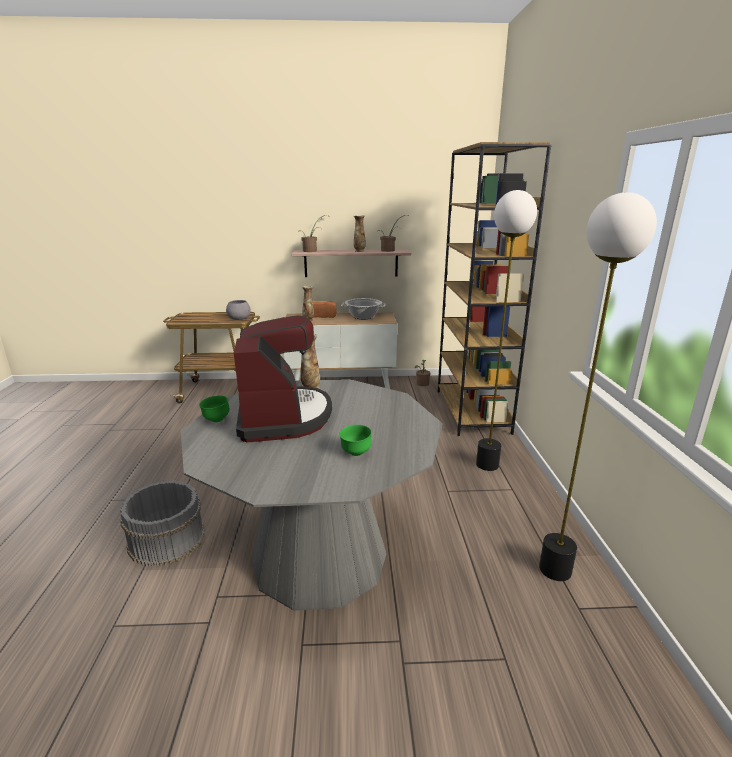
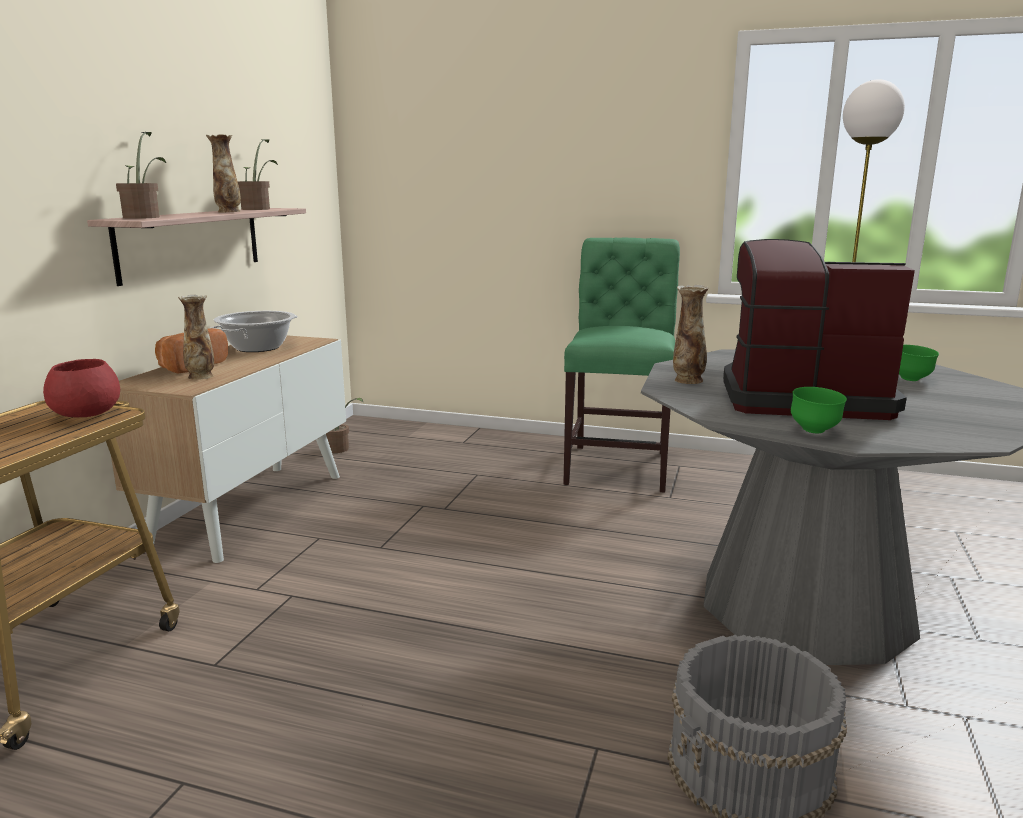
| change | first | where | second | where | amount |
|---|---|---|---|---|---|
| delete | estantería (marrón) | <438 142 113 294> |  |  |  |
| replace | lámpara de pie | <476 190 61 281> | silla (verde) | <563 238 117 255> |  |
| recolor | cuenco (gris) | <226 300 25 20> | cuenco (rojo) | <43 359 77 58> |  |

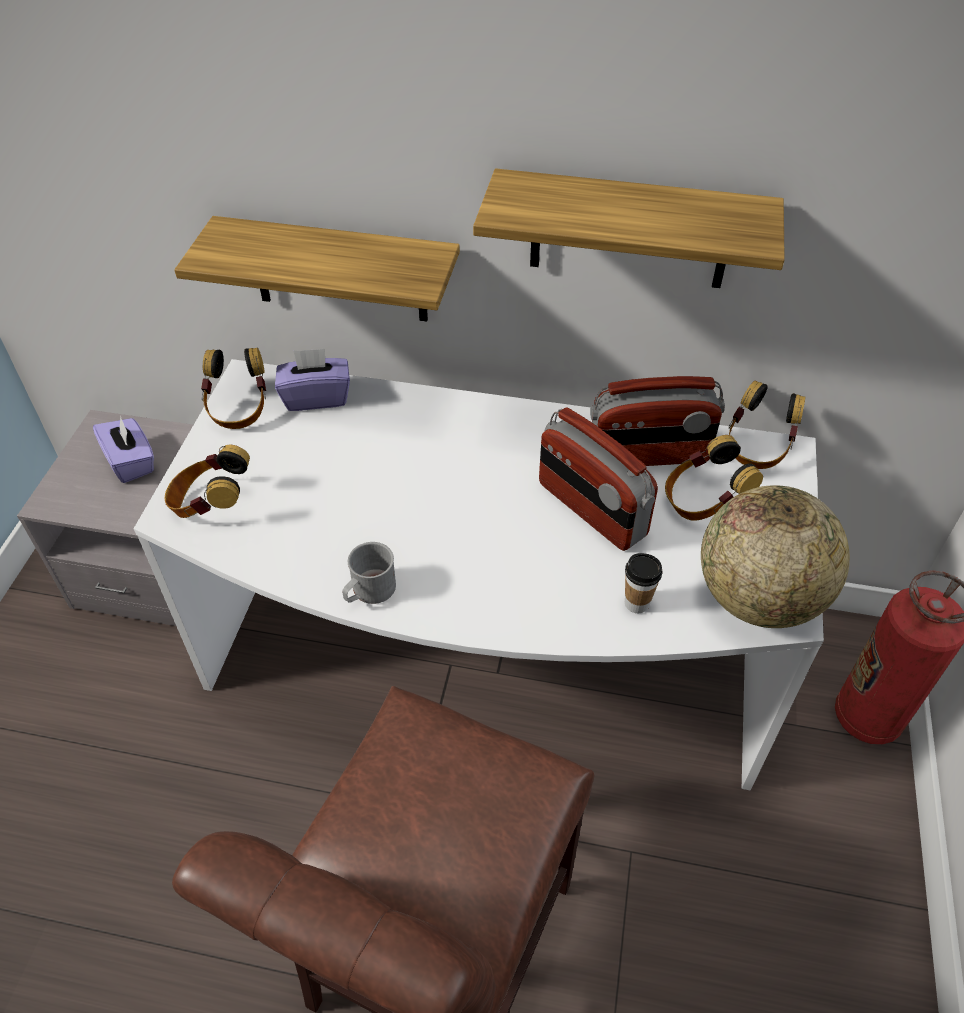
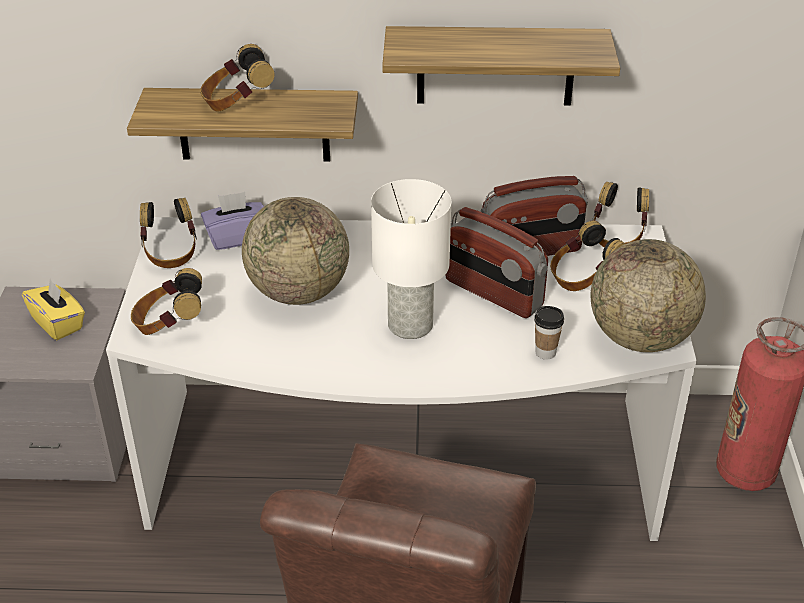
| change | first | where | second | where | amount |
|---|---|---|---|---|---|
| recolor | caja de pañuelos (morado) | <93 416 61 67> | caja de pañuelos (amarillo) | <22 279 63 61> |  |
| delete | taza grande (gris) | <342 542 54 62> |  |  |  |
| insert |  |  | auriculares | <200 44 75 67> |  |
| insert |  |  | lámpara de mesa (blanco) | <371 179 80 160> |  |
| insert |  |  | globo terráqueo | <242 197 107 108> |  |

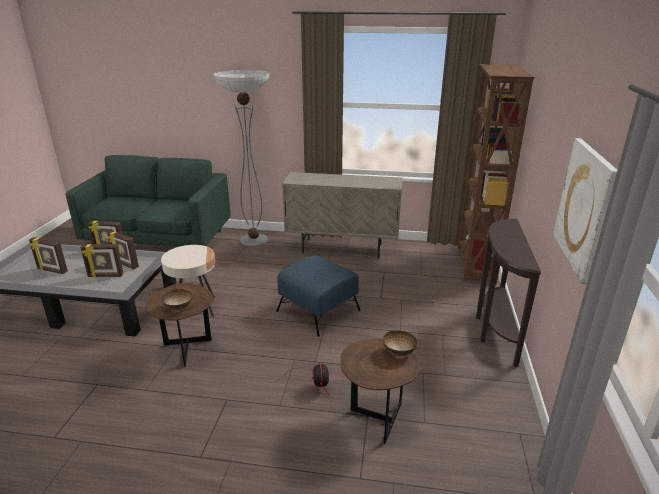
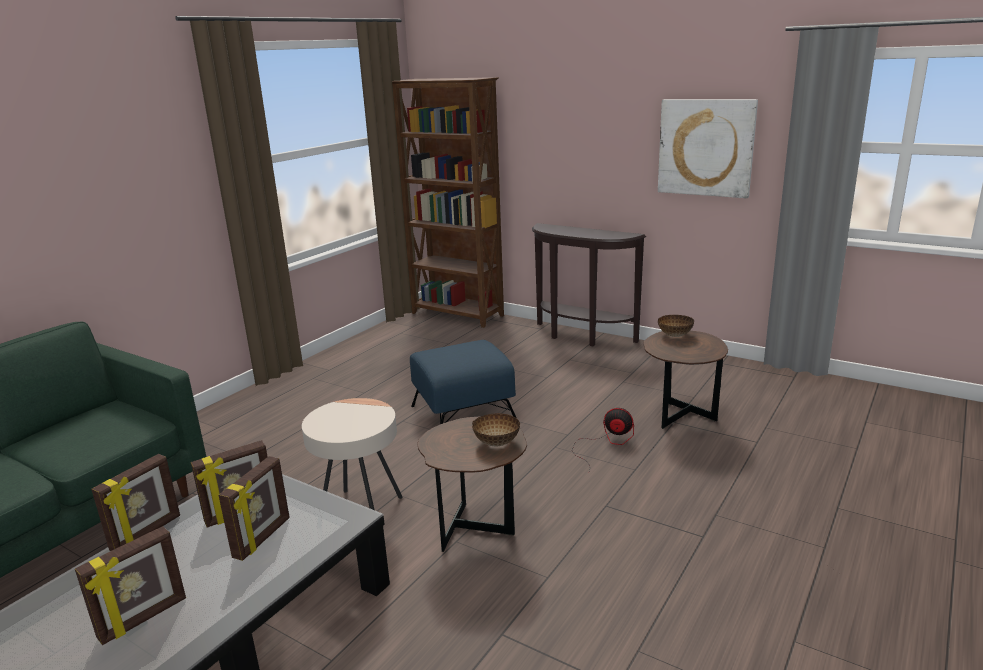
| change | first | where | second | where | amount |
|---|---|---|---|---|---|
| delete | lámpara de pie | <213 70 56 177> |  |  |  |
| delete | armario (beis) | <282 172 121 87> |  |  |  |

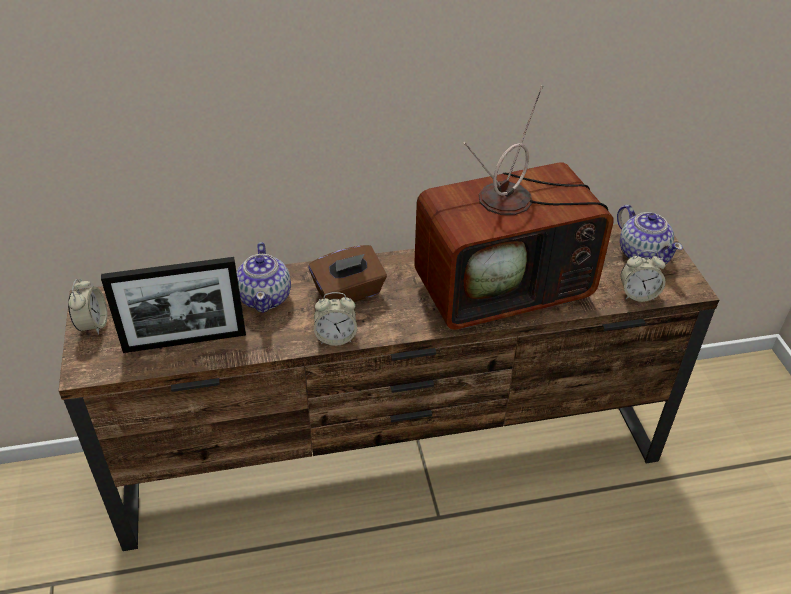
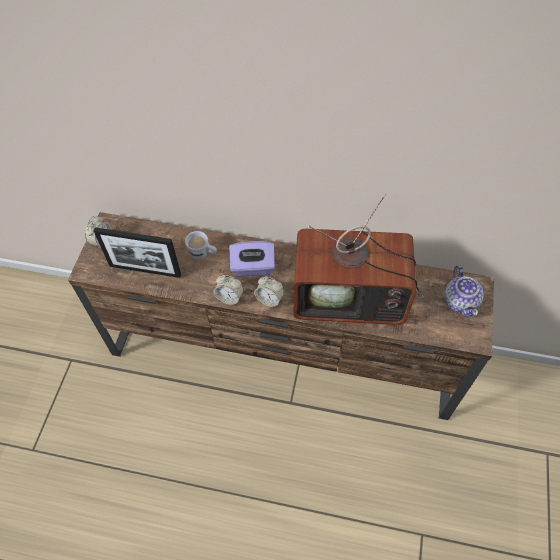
| change | first | where | second | where | amount |
|---|---|---|---|---|---|
| replace | tetera | <237 242 54 71> | taza grande (blanco) | <185 231 32 28> |  |
| recolor | caja de pañuelos (marrón) | <309 245 78 57> | caja de pañuelos (morado) | <229 241 46 36> |  |
| move | despertador | <620 250 46 52> |  | <254 276 30 31> |  |

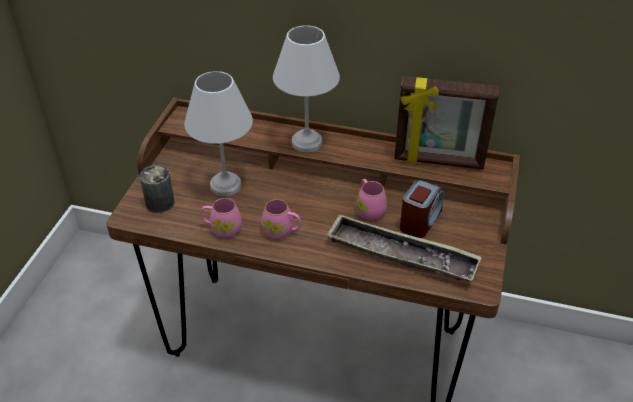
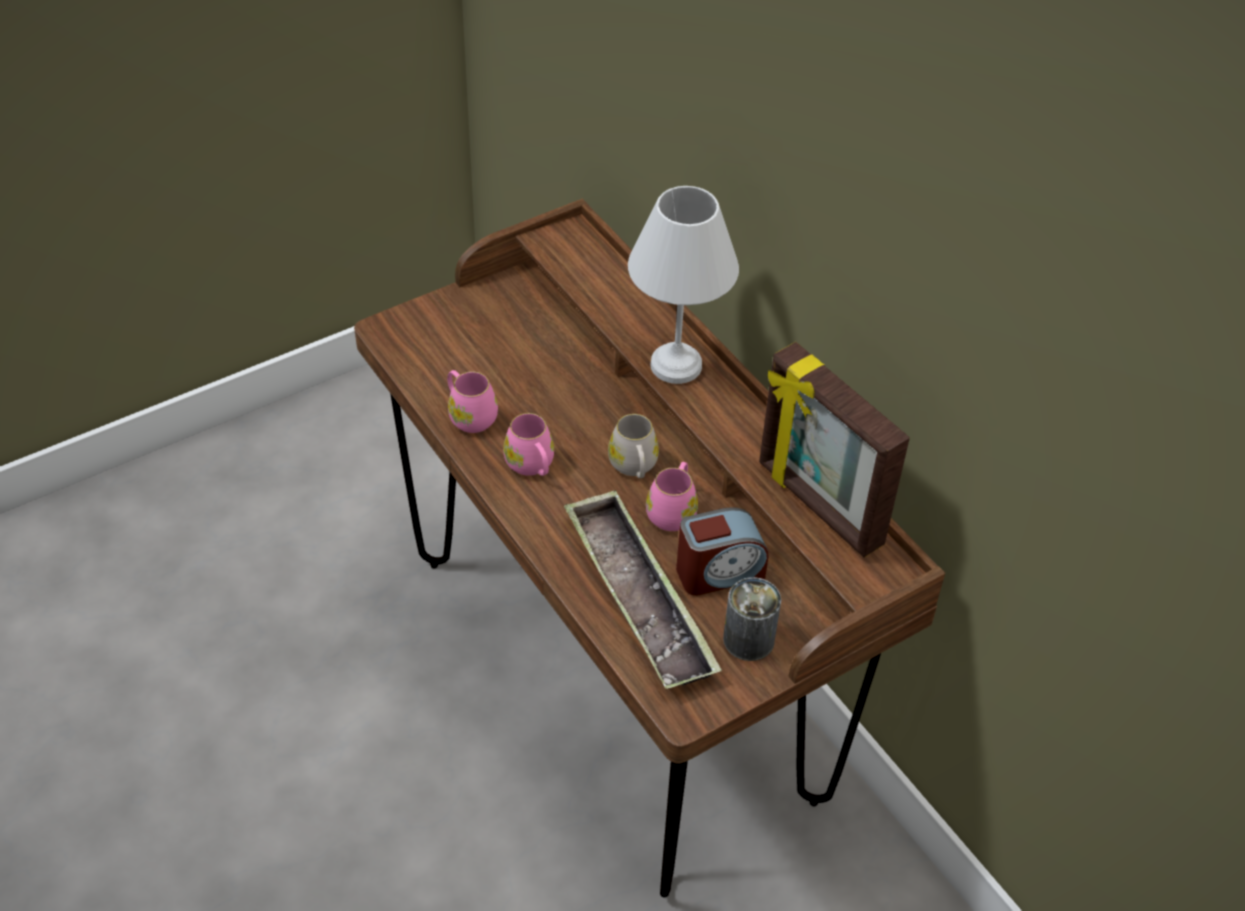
| change | first | where | second | where | amount |
|---|---|---|---|---|---|
| delete | lámpara de mesa (blanco) | <184 71 69 125> |  |  |  |
| move | lata | <140 165 35 48> |  | <723 577 58 84> |  |
| insert |  |  | taza grande (blanco) | <608 414 51 64> |  |

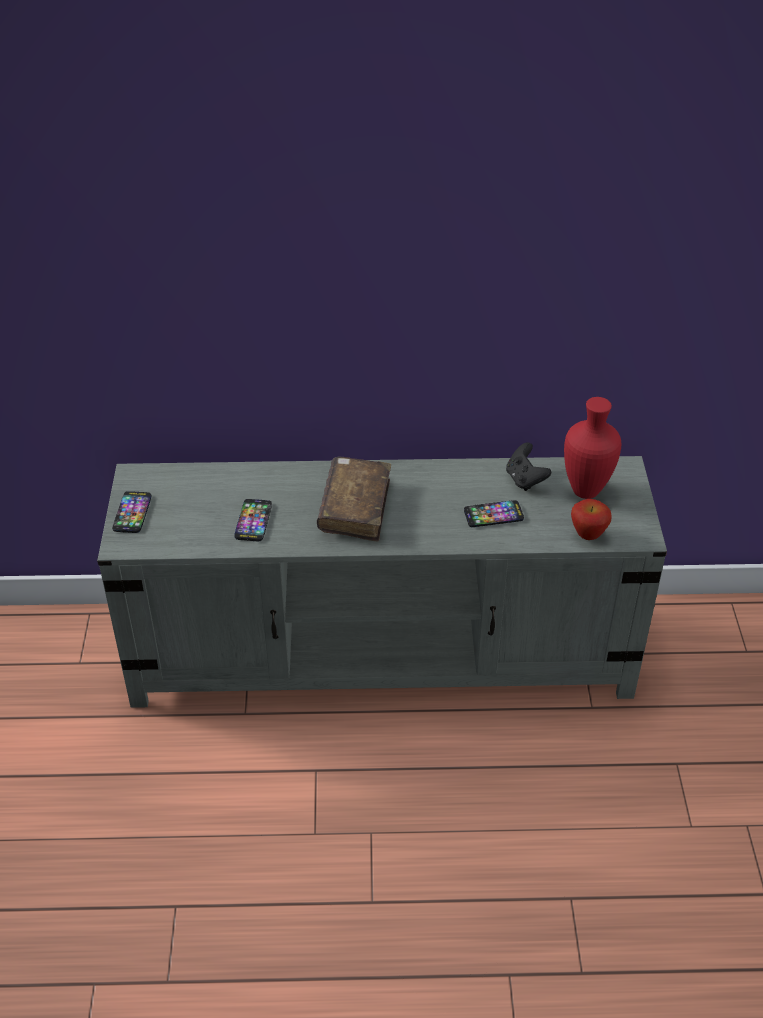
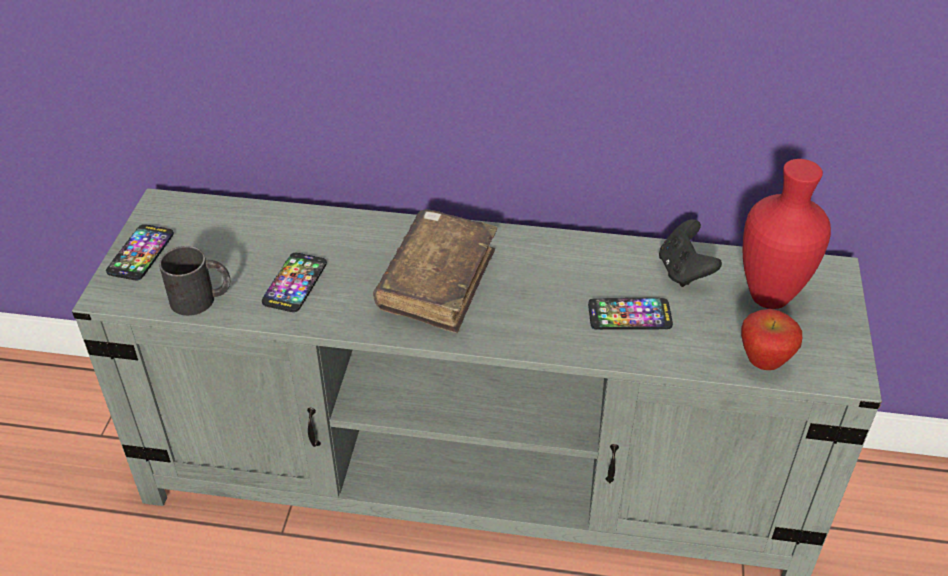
| change | first | where | second | where | amount |
|---|---|---|---|---|---|
| insert |  |  | taza grande (negro) | <159 246 71 70> |  |

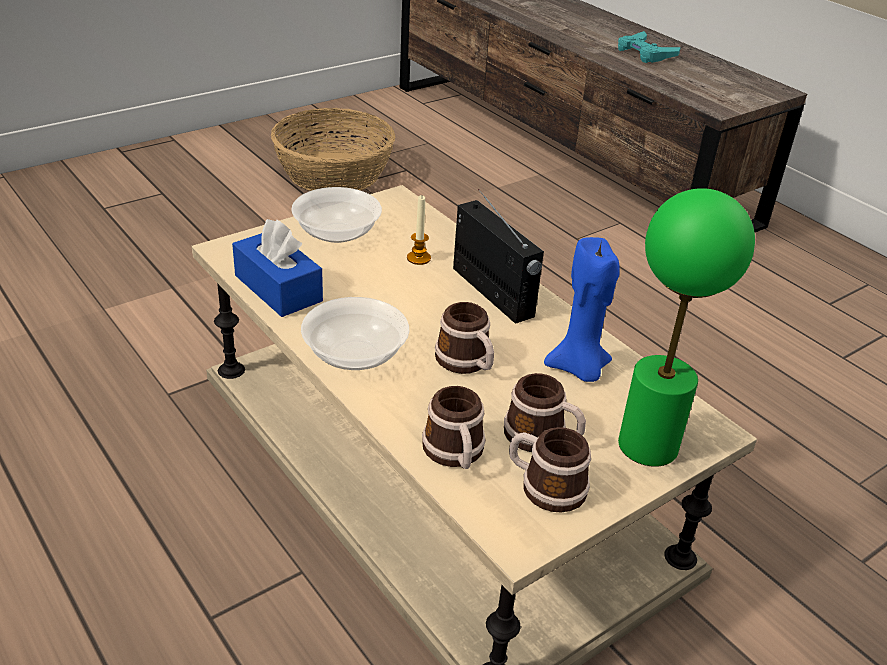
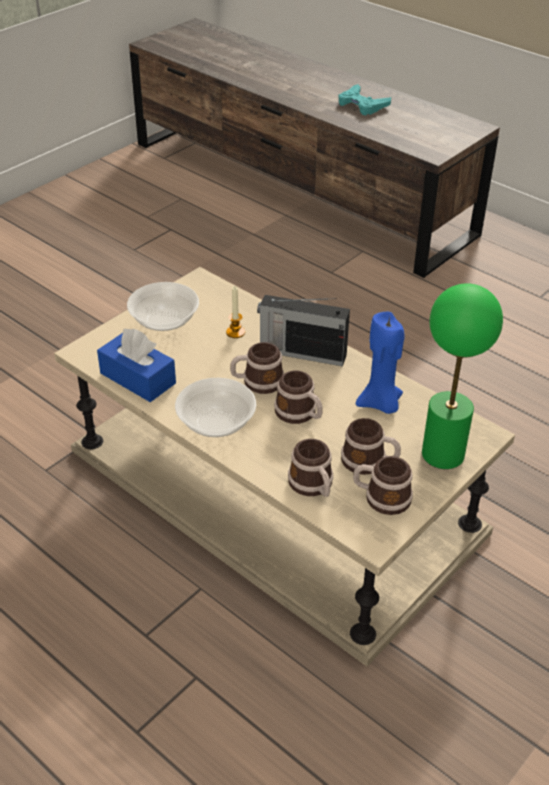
| change | first | where | second | where | amount |
|---|---|---|---|---|---|
| delete | cesta | <271 108 125 83> |  |  |  |
| rotate | radio | <453 189 91 135> |  | <257 295 93 72> | 150 degrees clockwise |
| insert |  |  | taza grande | <230 342 54 52> |  |

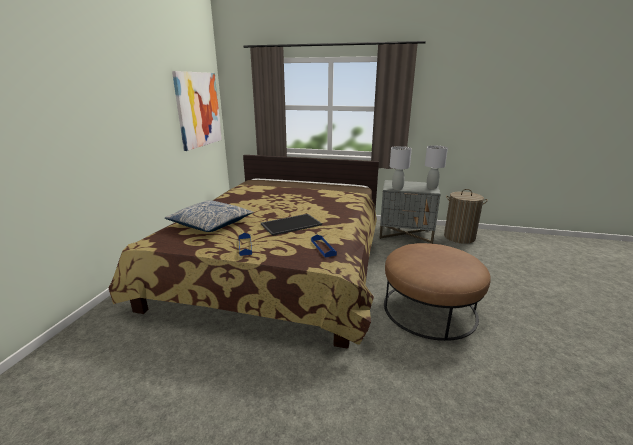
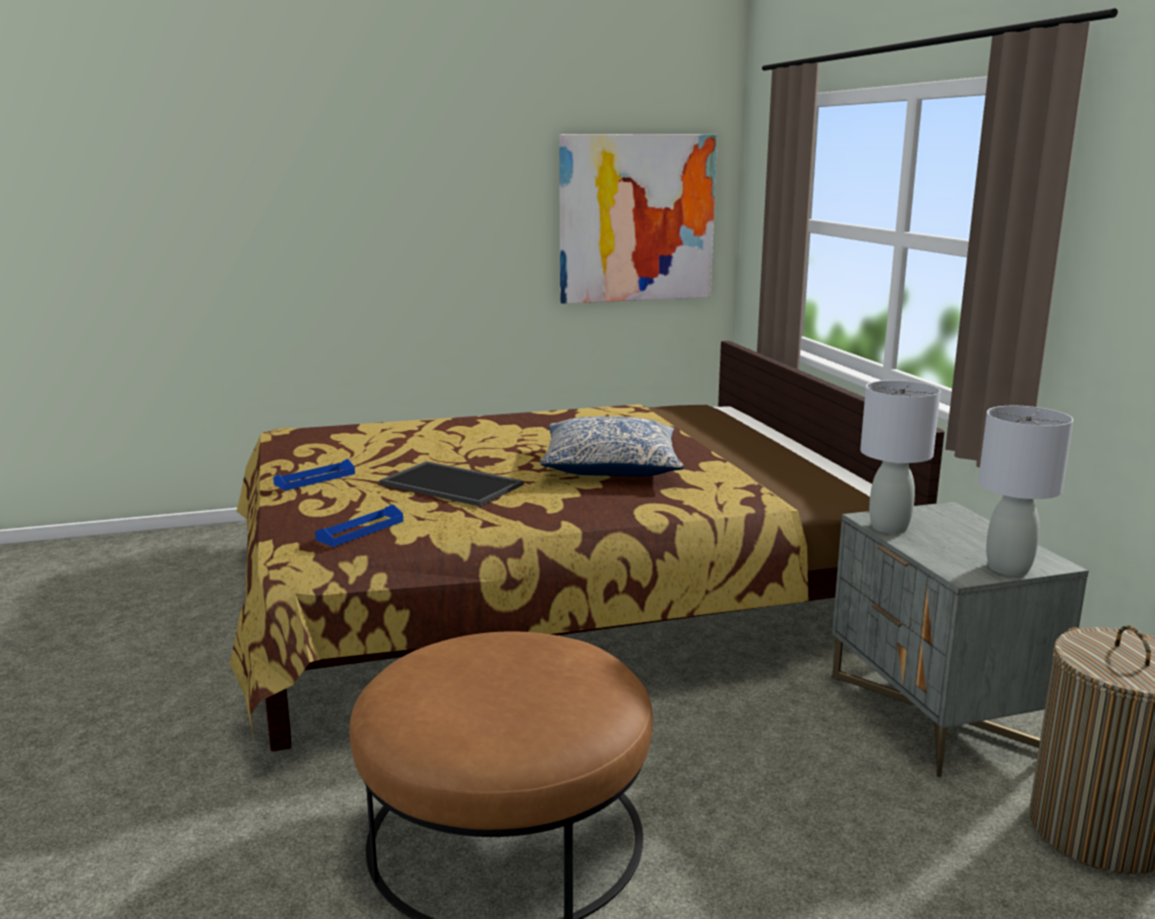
| change | first | where | second | where | amount |
|---|---|---|---|---|---|
| move | cojín | <165 200 88 32> |  | <540 416 144 60> |  |

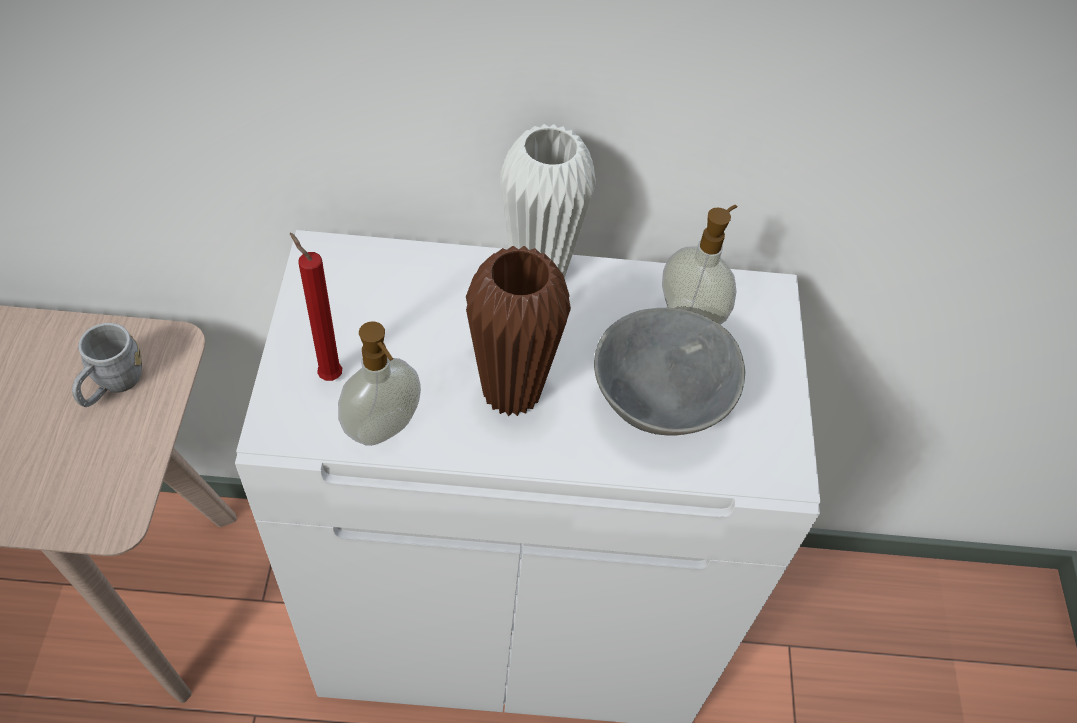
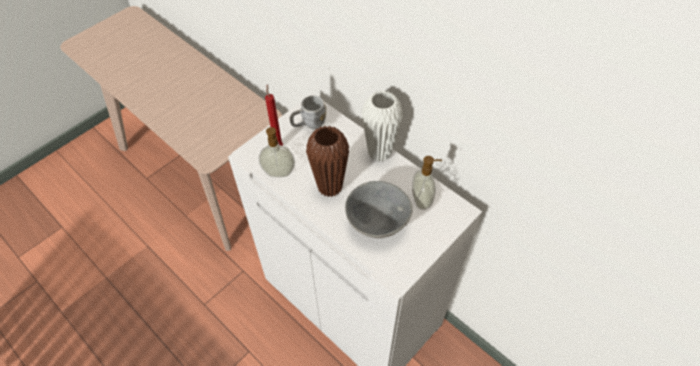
| change | first | where | second | where | amount |
|---|---|---|---|---|---|
| move | taza grande (gris) | <72 323 70 84> |  | <290 95 36 34> |  |

